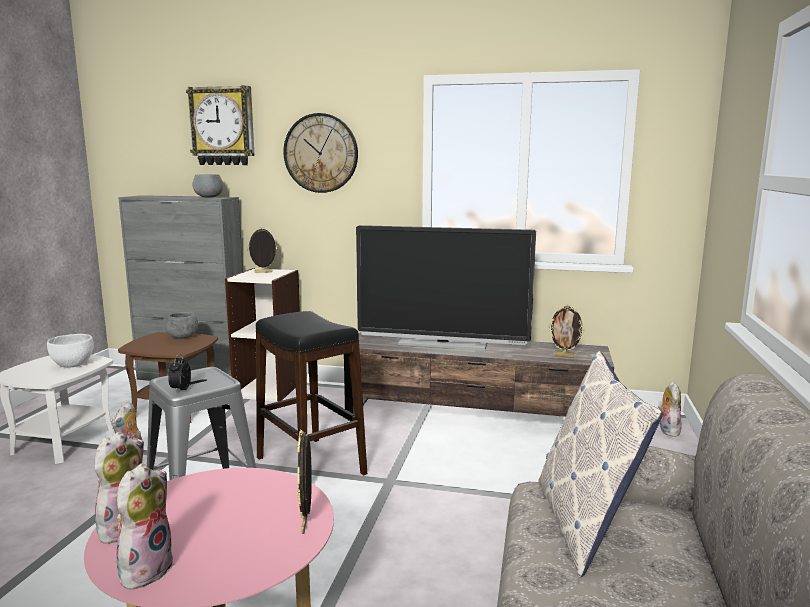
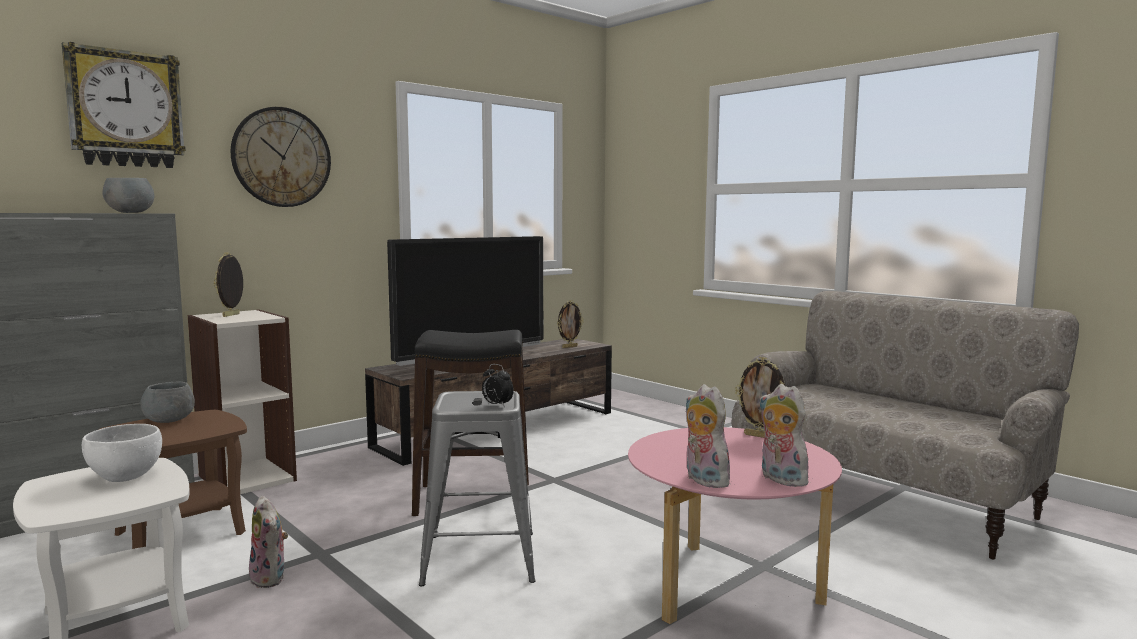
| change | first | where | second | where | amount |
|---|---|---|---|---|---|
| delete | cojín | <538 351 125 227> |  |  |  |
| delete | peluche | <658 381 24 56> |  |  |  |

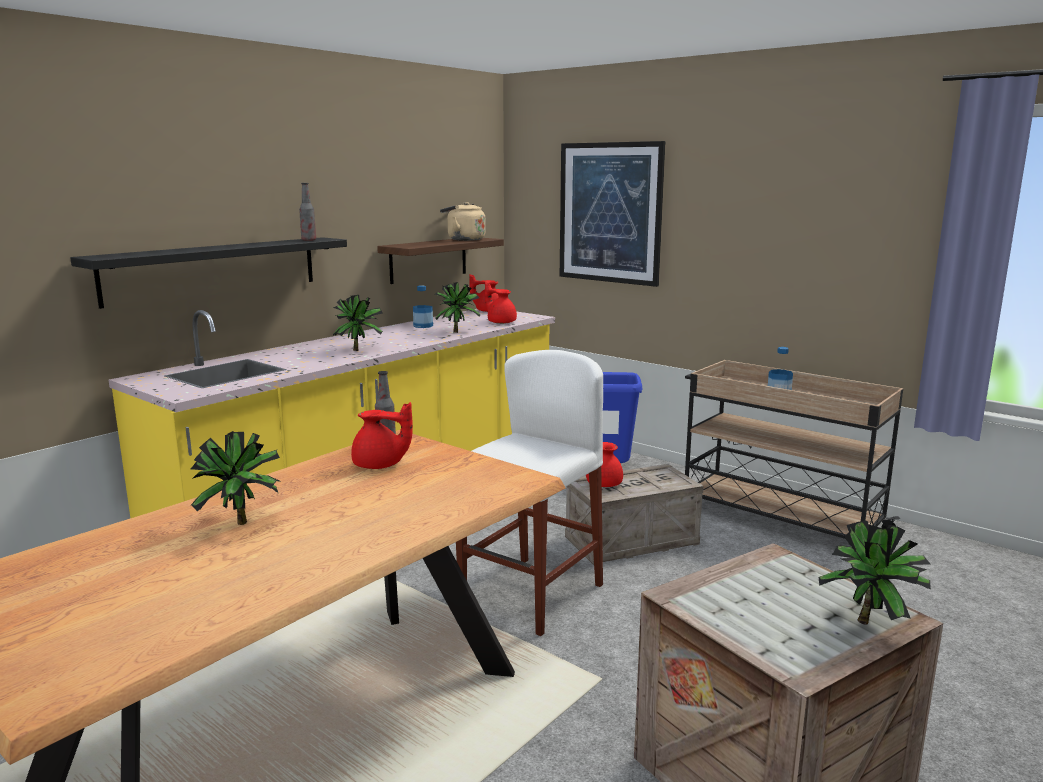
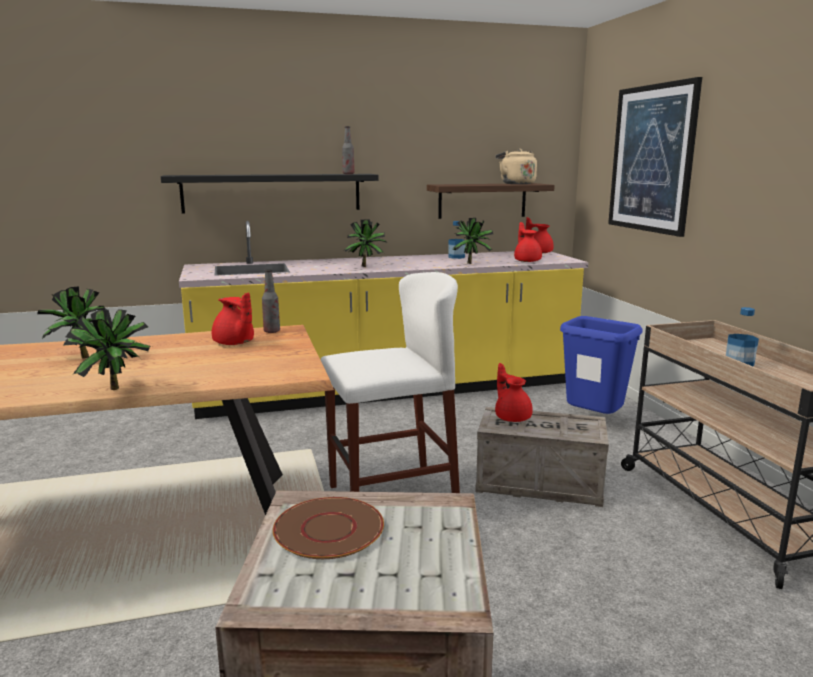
| change | first | where | second | where | amount |
|---|---|---|---|---|---|
| move | planta en maceta | <818 521 113 104> |  | <63 308 89 82> |  |
| insert |  |  | plato (marrón) | <273 497 111 62> |  |

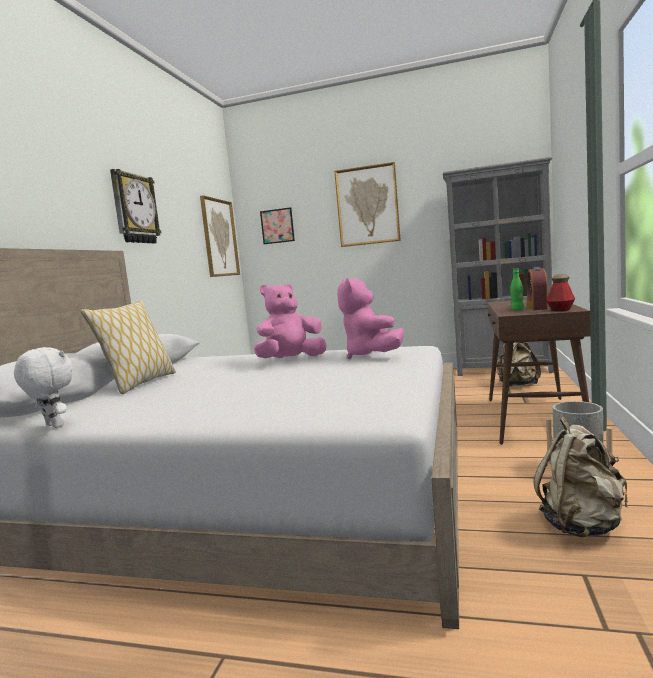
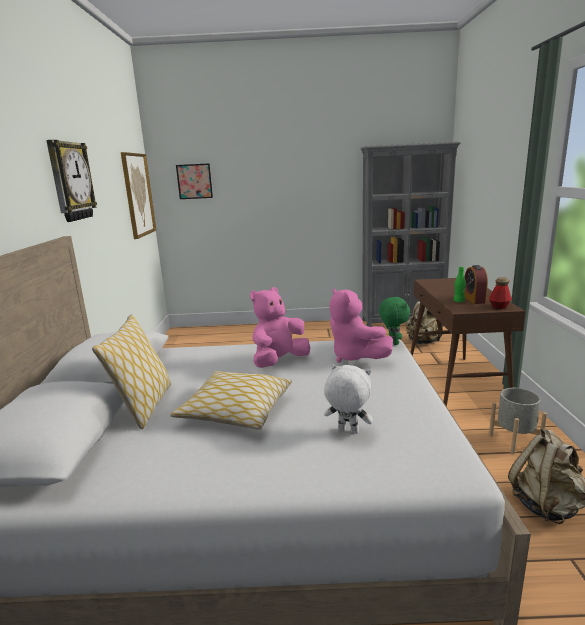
| change | first | where | second | where | amount |
|---|---|---|---|---|---|
| delete | cuadro | <334 162 67 85> |  |  |  |
| move | peluche (blanco) | <14 347 59 81> |  | <324 364 49 70> |  |
| insert |  |  | peluche (verde) | <379 296 31 49> |  |
| insert |  |  | cojín | <170 371 122 59> |  |

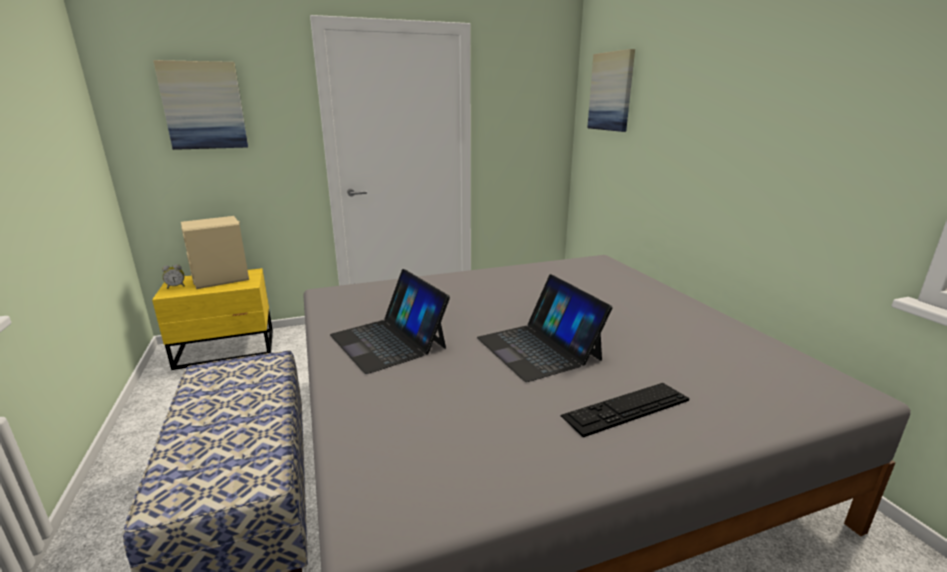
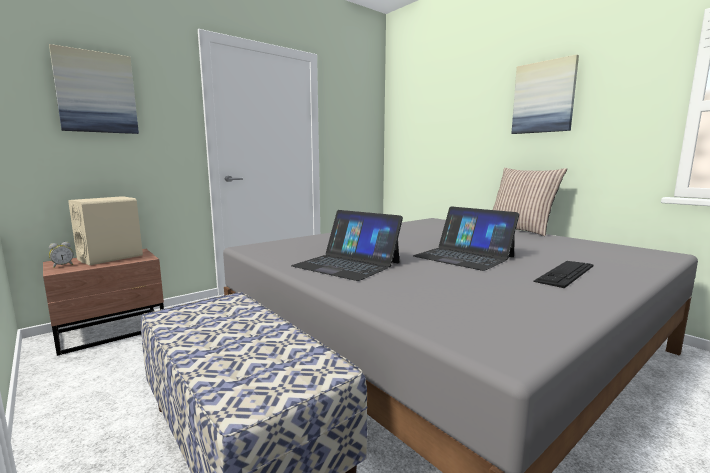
| change | first | where | second | where | amount |
|---|---|---|---|---|---|
| move | cuadro | <587 49 48 83> |  | <511 54 68 80> |  |
| recolor | mesita de noche (amarillo) | <152 268 121 102> | mesita de noche (marrón) | <43 249 121 107> |  |
| insert |  |  | cojín | <492 168 75 68> |  |

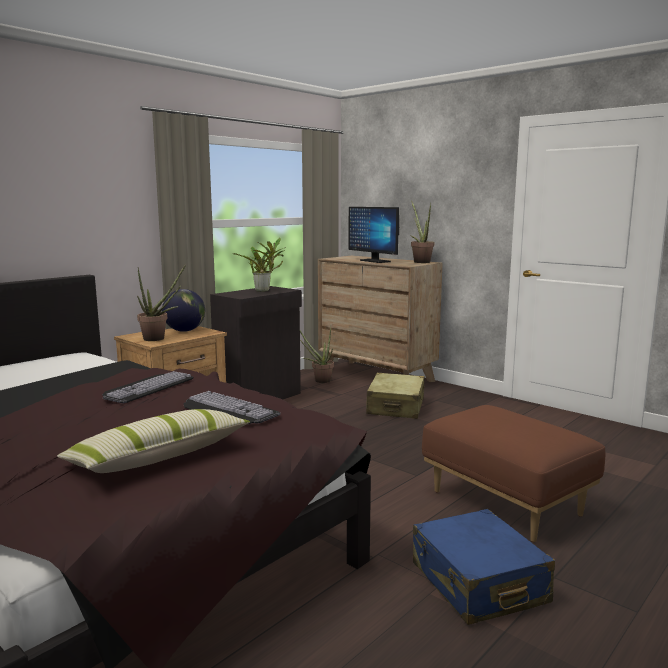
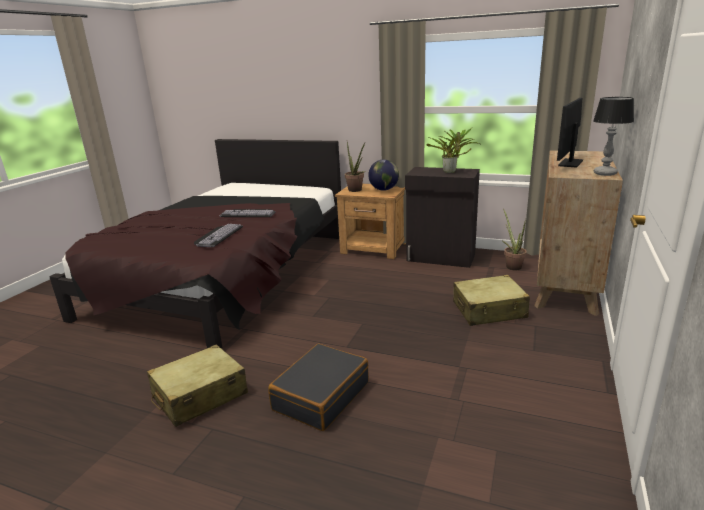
| change | first | where | second | where | amount |
|---|---|---|---|---|---|
| replace | planta en maceta | <410 201 24 62> | lámpara de mesa | <593 97 41 79> |  |
| replace | puf (marrón) | <422 405 183 137> | maleta (negro) | <268 344 101 87> |  |
| delete | cojín | <57 409 193 64> |  |  |  |
| recolor | maleta (azul) | <413 509 142 116> | maleta (beis) | <147 345 101 82> |  |

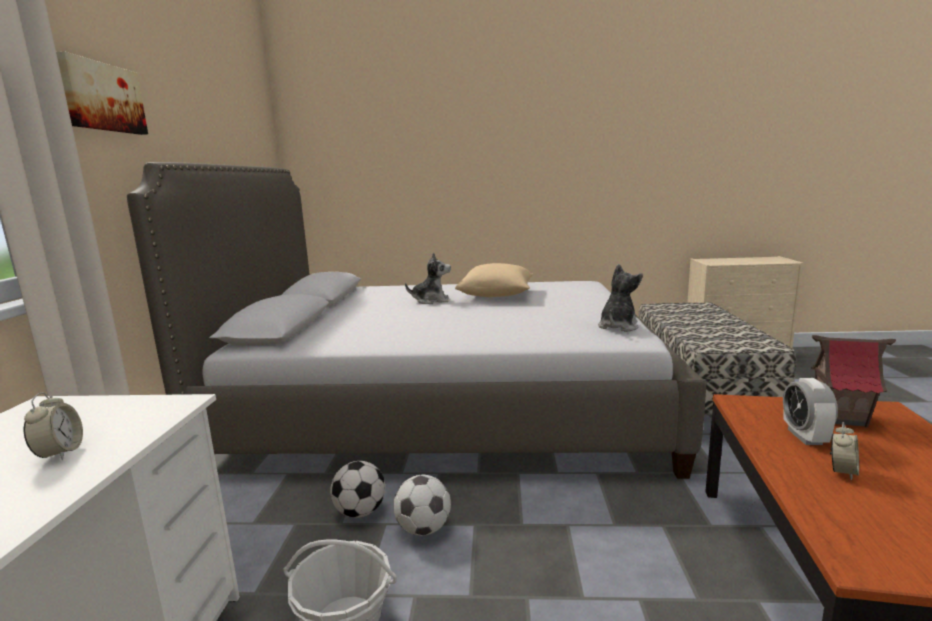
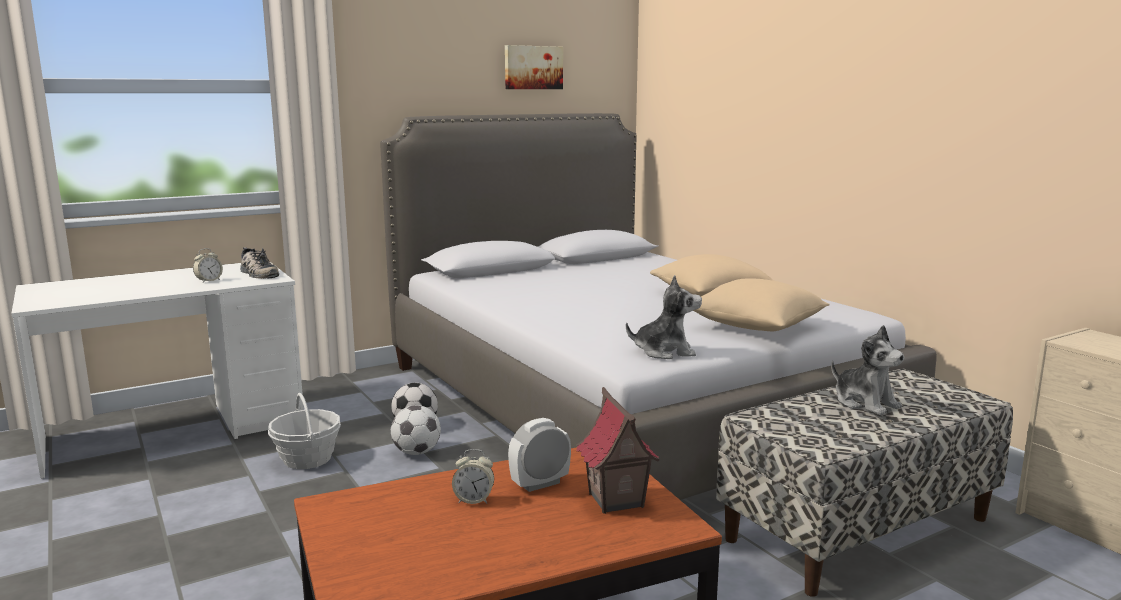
| change | first | where | second | where | amount |
|---|---|---|---|---|---|
| move | cuadro | <56 51 92 84> |  | <505 45 58 44> |  |
| move | peluche | <405 252 46 52> |  | <831 325 73 90> |  |
| insert |  |  | zapato | <240 247 39 32> |  |
| insert |  |  | cojín (beis) | <693 278 137 53> |  |

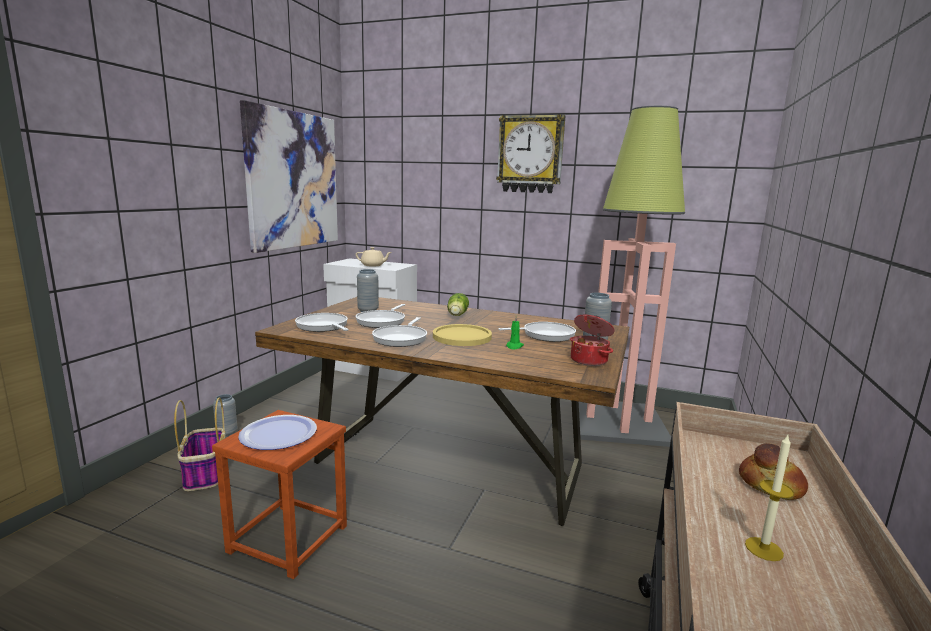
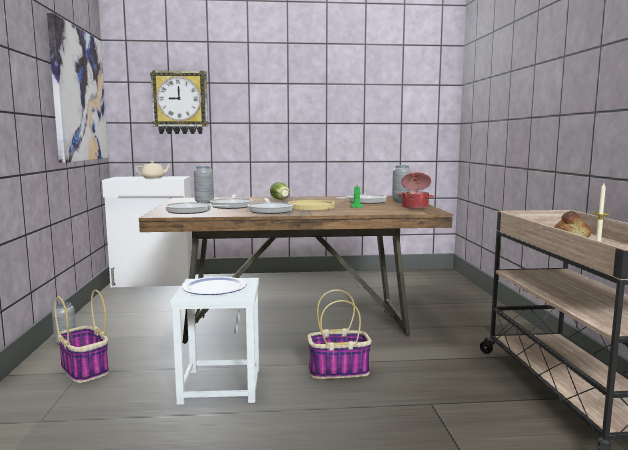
| change | first | where | second | where | amount |
|---|---|---|---|---|---|
| delete | lámpara de pie | <579 106 106 341> |  |  |  |
| move | reloj de pared | <496 114 70 79> |  | <150 70 58 64> |  |
| recolor | taburete (marrón) | <212 410 135 169> | taburete (blanco) | <170 278 89 127> |  |
| insert |  |  | cesta | <307 289 65 90> |  |

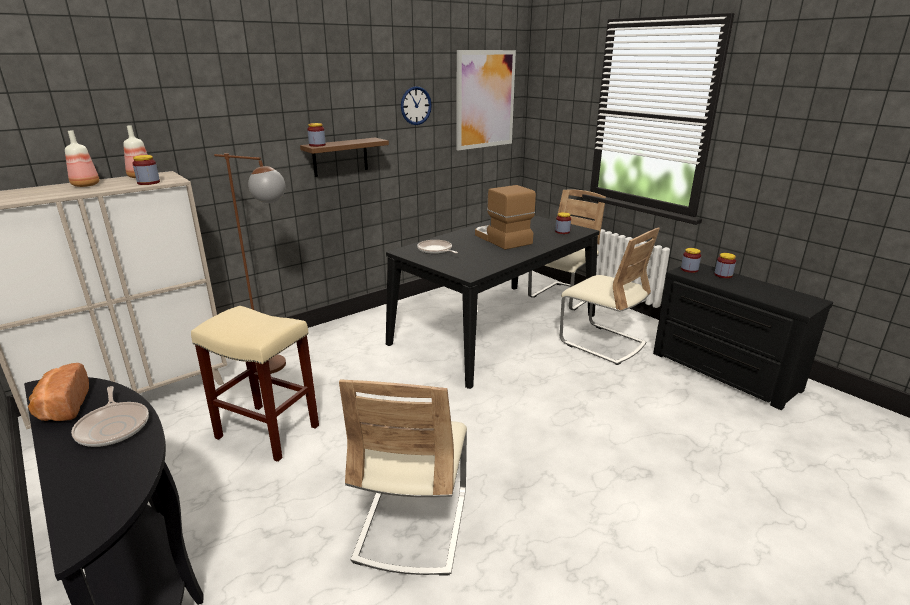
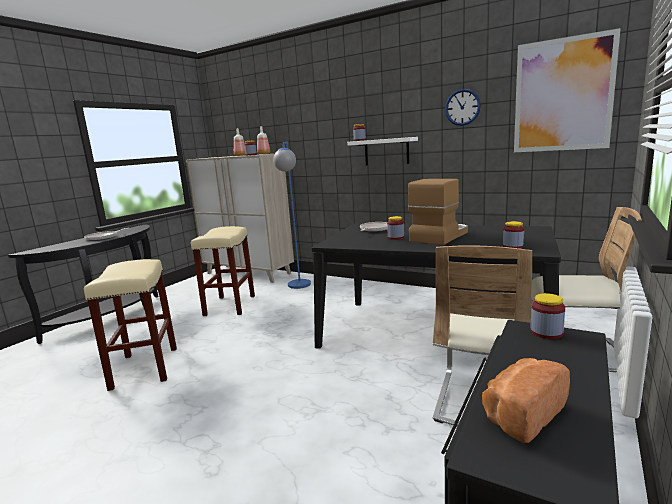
| change | first | where | second | where | amount |
|---|---|---|---|---|---|
| recolor | estante (marrón) | <300 138 89 39> | estante (blanco) | <347 137 71 28> |  |
| recolor | lámpara de pie (marrón) | <214 153 72 221> | lámpara de pie (azul) | <273 141 38 148> |  |
| move | tarro | <714 253 22 25> |  | <387 216 17 24> |  |
| move | pan | <28 363 61 58> |  | <482 358 88 85> |  |
| replace | silla (beis) | <339 379 128 197> | taburete (beis) | <84 259 93 132> |  |

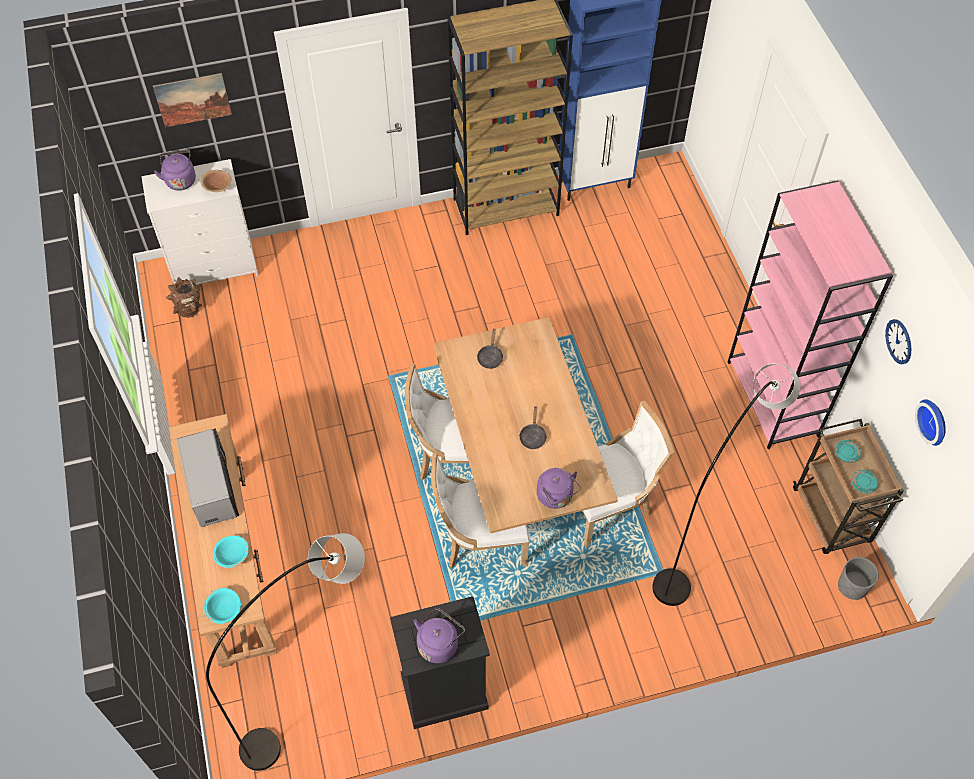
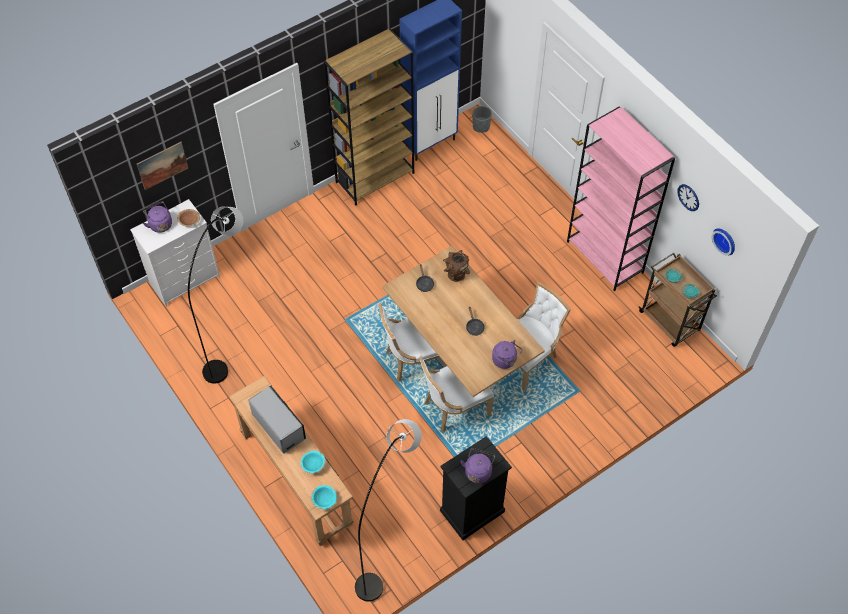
| change | first | where | second | where | amount |
|---|---|---|---|---|---|
| move | florero (marrón) | <166 277 36 41> |  | <443 250 27 32> |  |
| move | lámpara de pie (gris) | <652 364 148 242> |  | <188 207 56 177> |  |
| move | maceta (gris) | <838 557 41 43> |  | <472 106 20 27> |  |

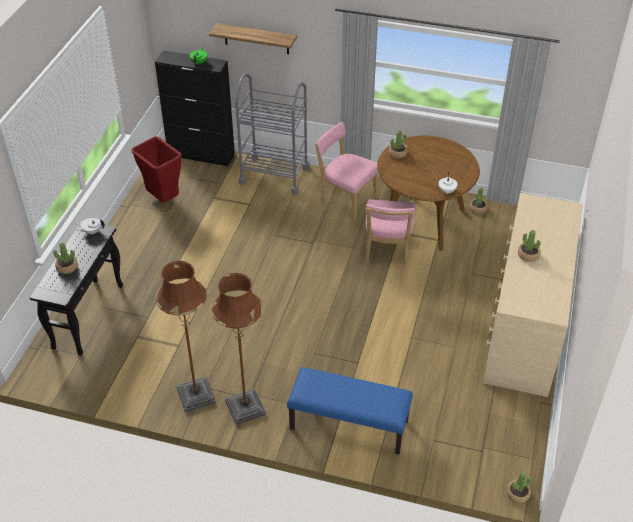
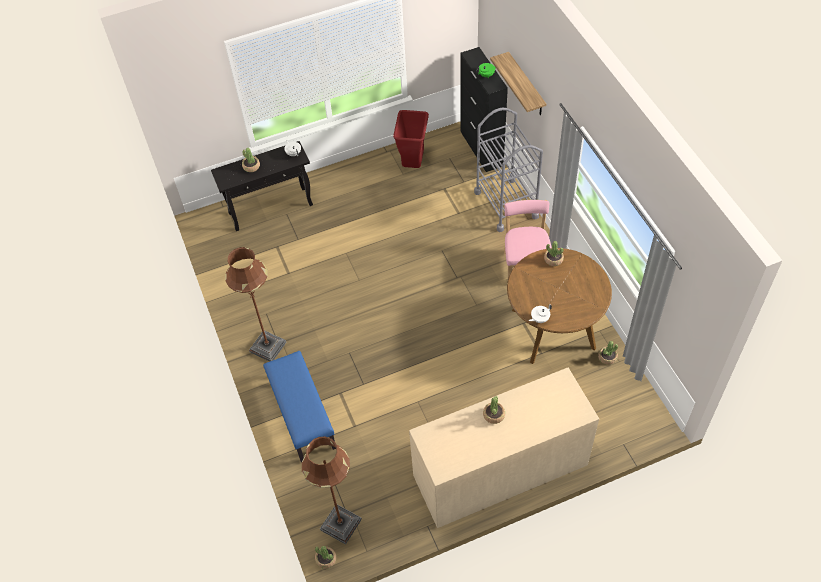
| change | first | where | second | where | amount |
|---|---|---|---|---|---|
| delete | silla (rosa) | <365 199 51 68> |  |  |  |
| move | lámpara de pie (marrón) | <156 261 60 152> |  | <302 437 60 108> |  |

